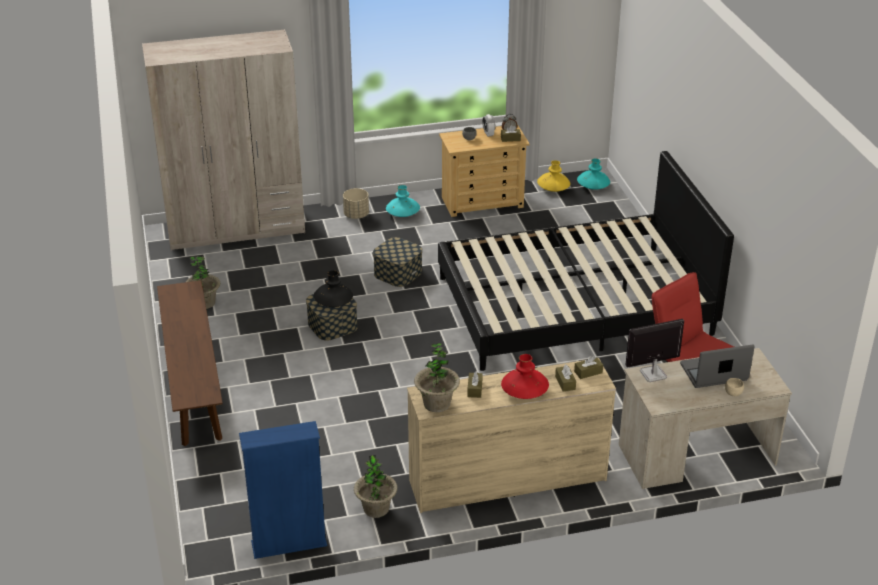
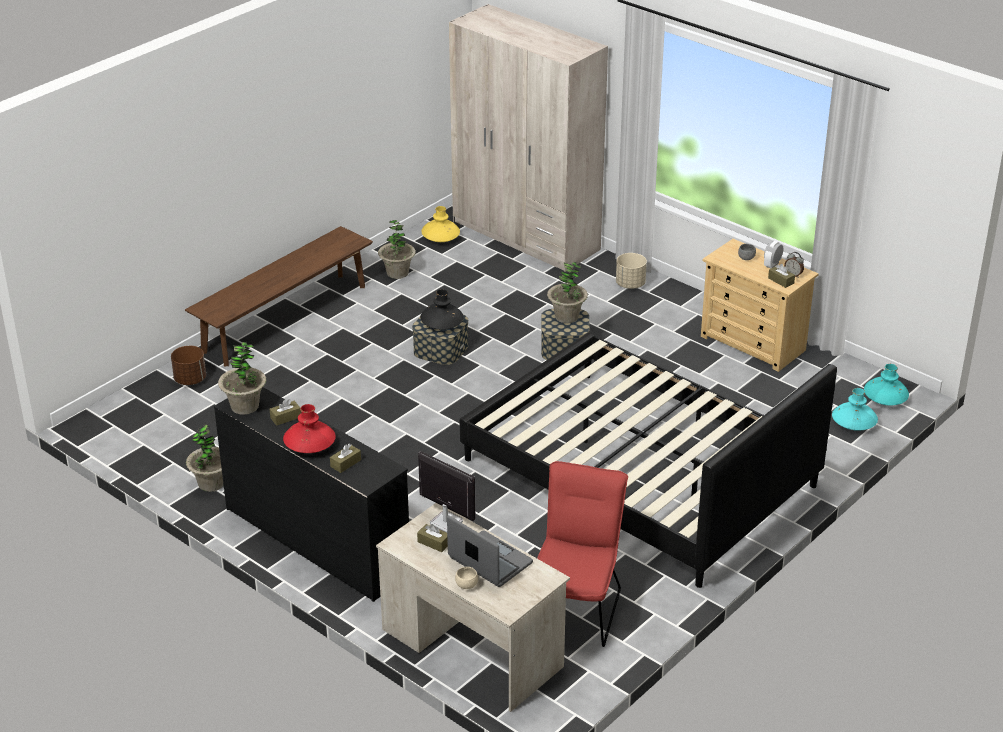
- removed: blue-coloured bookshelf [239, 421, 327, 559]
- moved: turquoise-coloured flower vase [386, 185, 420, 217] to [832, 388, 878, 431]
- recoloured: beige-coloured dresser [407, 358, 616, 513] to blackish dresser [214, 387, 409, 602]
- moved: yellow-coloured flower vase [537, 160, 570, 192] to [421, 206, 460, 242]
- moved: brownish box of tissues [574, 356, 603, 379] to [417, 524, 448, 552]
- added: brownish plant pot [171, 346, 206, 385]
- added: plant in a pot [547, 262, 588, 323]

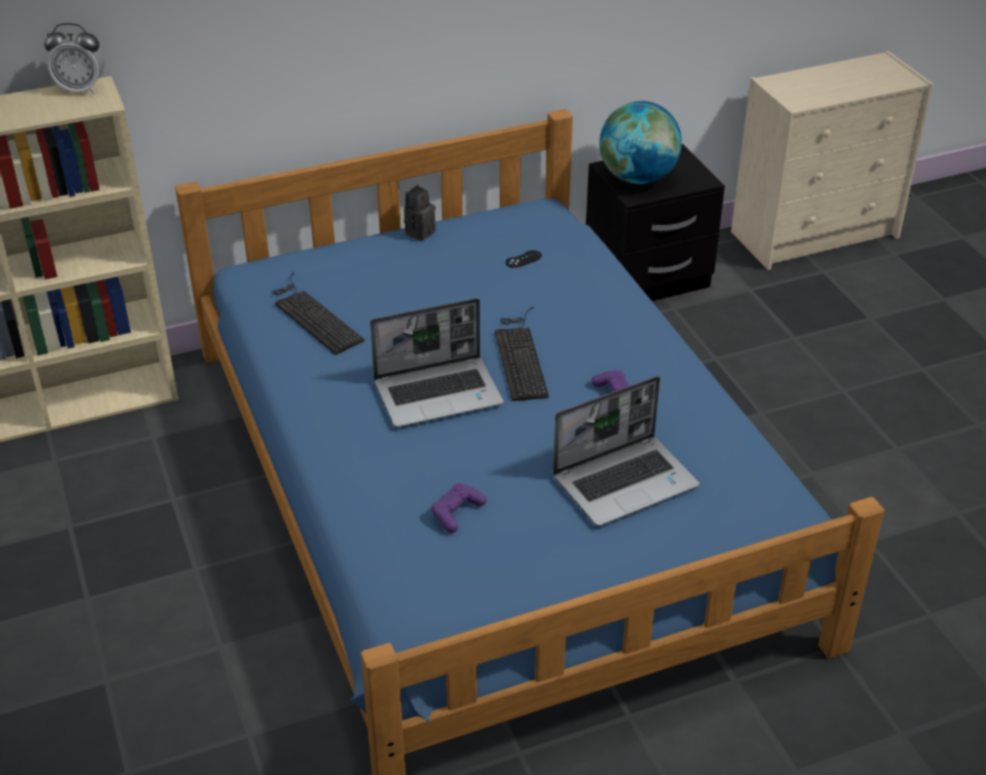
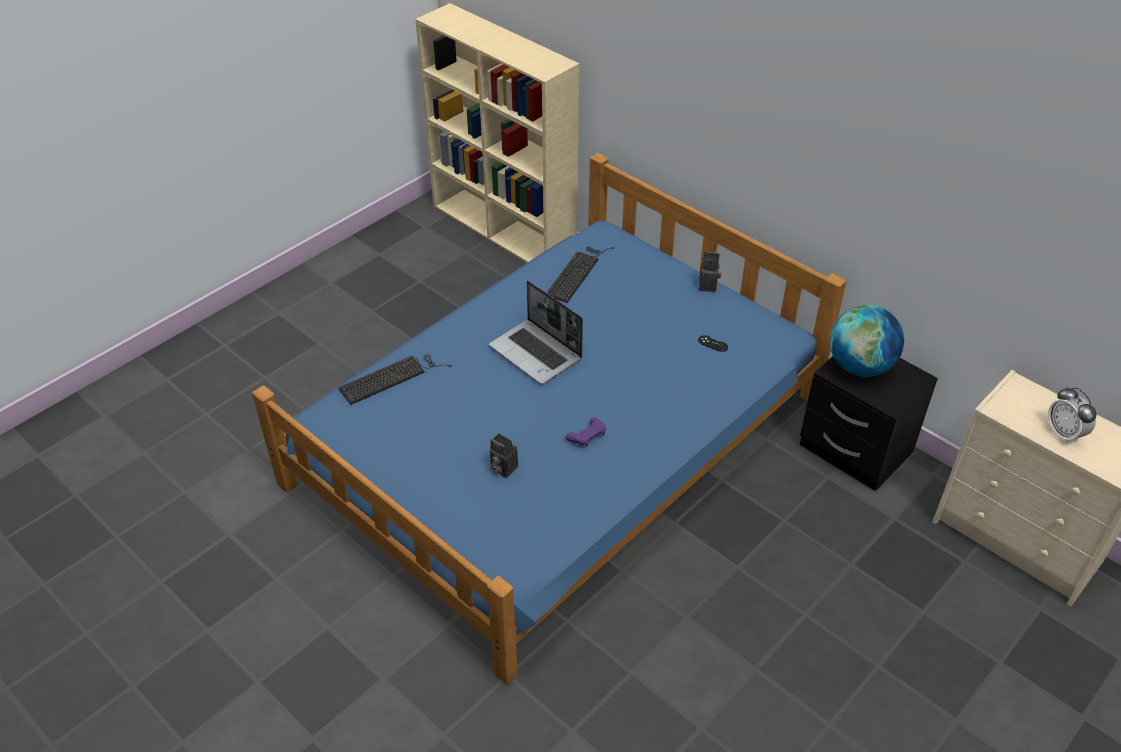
- moved: alarm clock [44, 23, 104, 94] to [1048, 387, 1097, 444]
- removed: purple joypad [431, 483, 486, 533]
- moved: computer keyboard [495, 306, 549, 401] to [338, 355, 452, 405]
- replaced: portable computer [553, 376, 699, 526] to photo camera [490, 433, 518, 478]

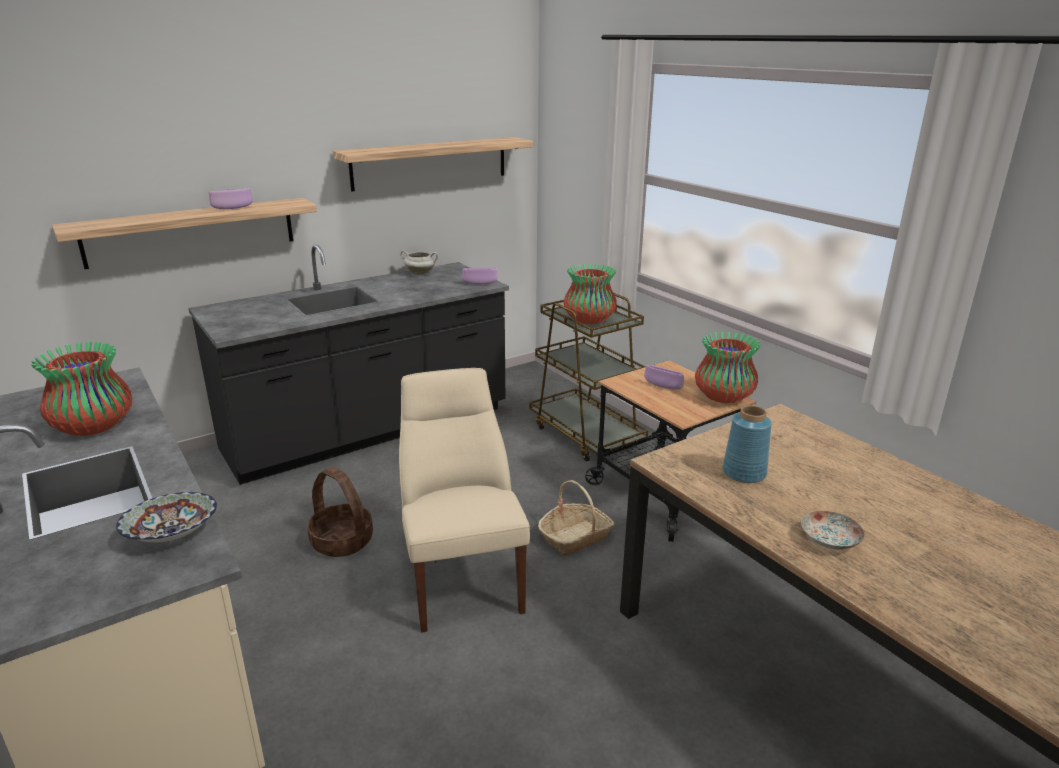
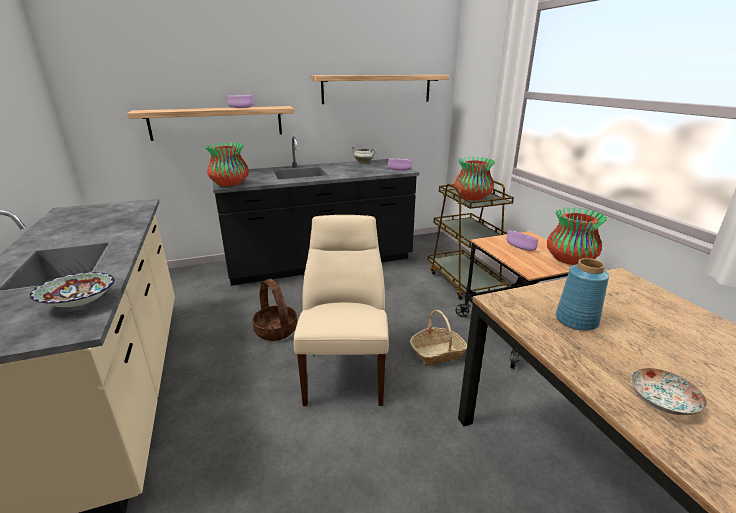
- moved: flower vase [31, 342, 132, 436] to [205, 142, 249, 186]

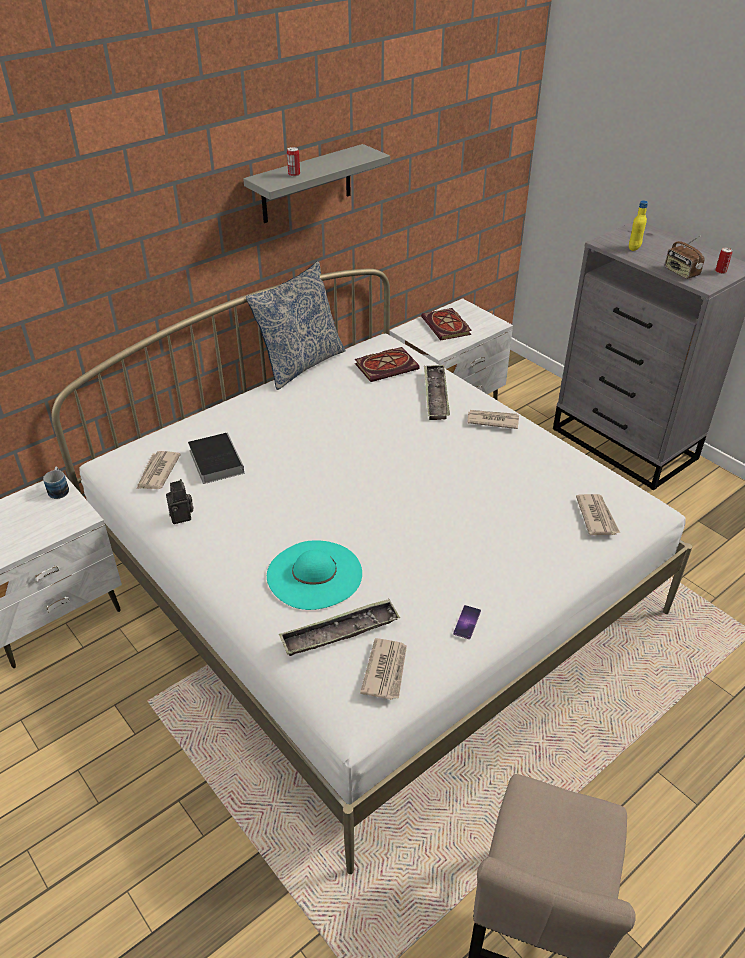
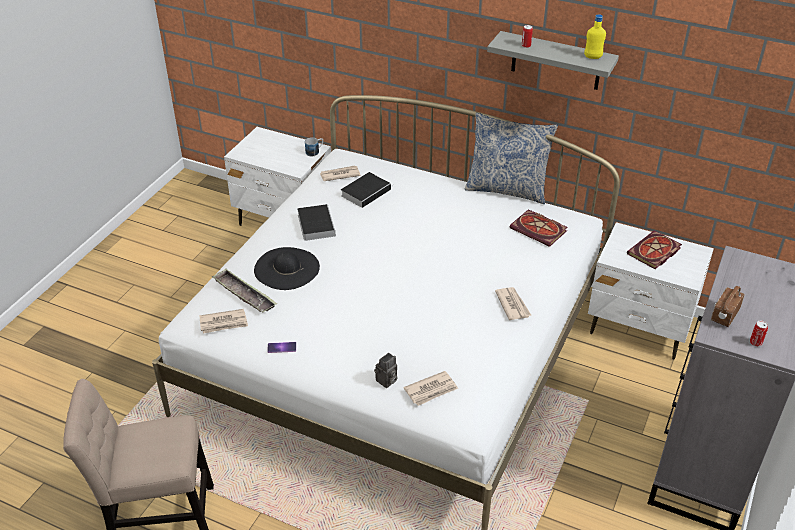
- moved: photo camera [166, 479, 194, 524] to [374, 353, 397, 388]
- recoloured: turquoise-coloured clothing hat [267, 540, 362, 610] to blackish clothing hat [254, 247, 320, 290]
- removed: tray [424, 365, 450, 420]
- moved: yellow-coloured beverage bottle [629, 200, 648, 251] to [584, 14, 606, 59]
- added: volume [297, 204, 335, 241]

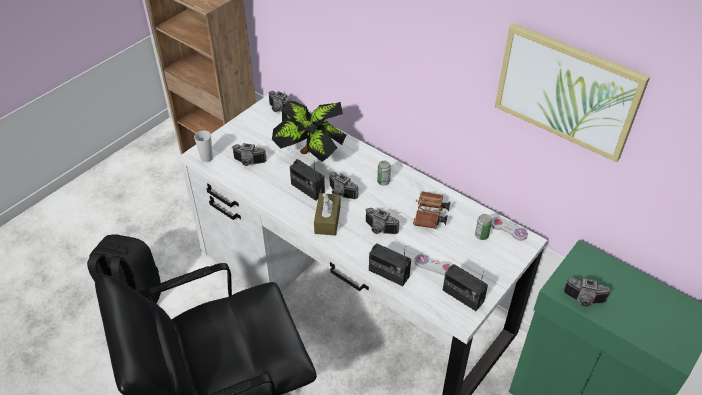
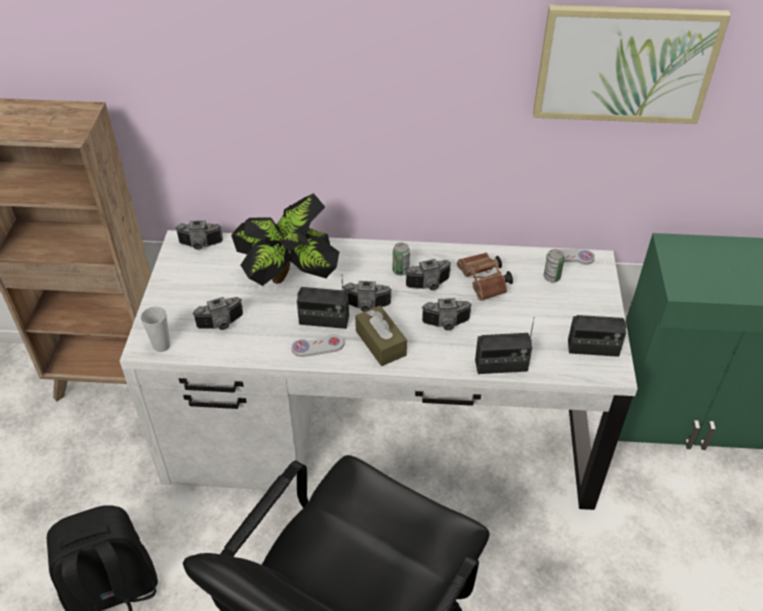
- moved: white joypad [414, 254, 453, 275] to [291, 334, 344, 357]
- moved: photo camera [564, 278, 611, 307] to [406, 259, 451, 290]

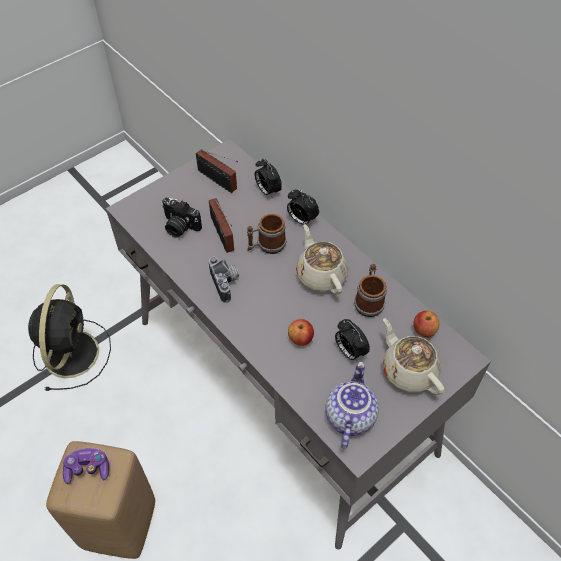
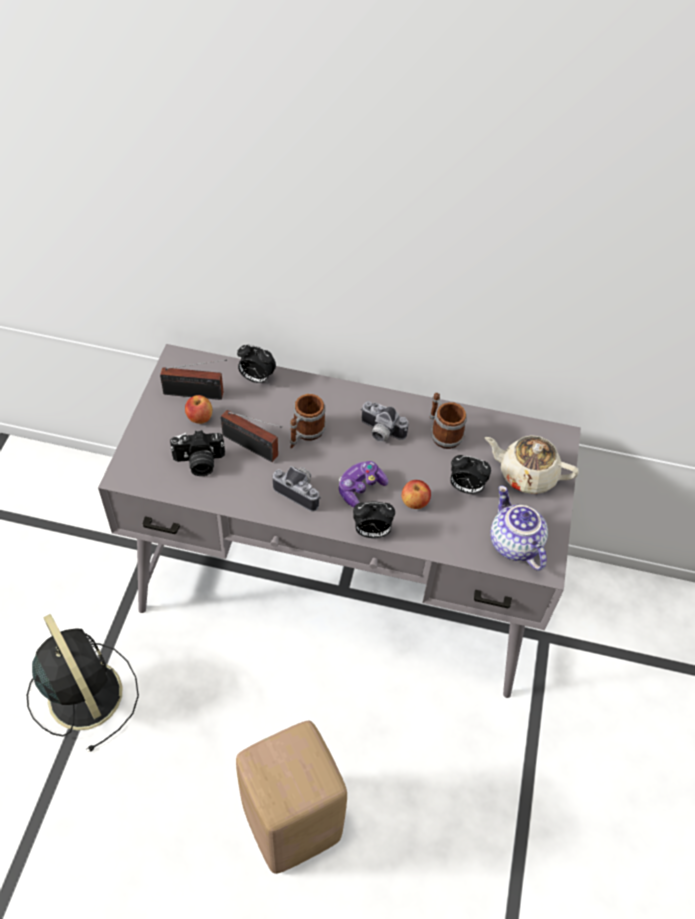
- moved: joypad [63, 448, 109, 484] to [339, 461, 388, 507]
- moved: alarm clock [287, 189, 319, 226] to [353, 502, 395, 538]
- replaced: beige-coloured tea pot [296, 224, 349, 294] to photo camera [361, 401, 409, 442]
- moved: apple fruit [414, 311, 439, 338] to [185, 395, 212, 424]

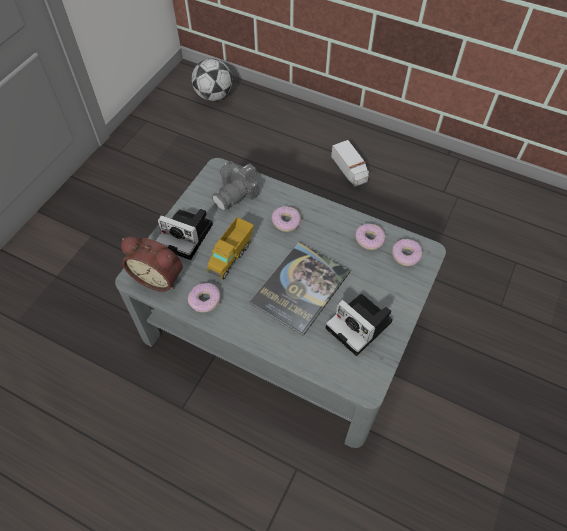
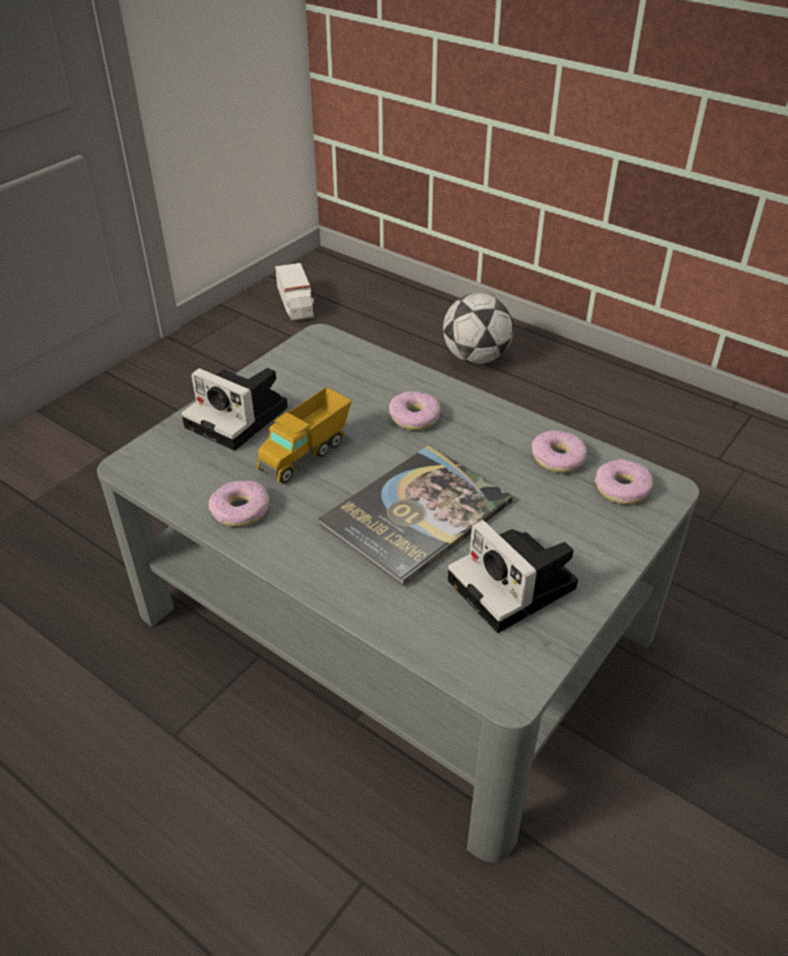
- removed: alarm clock [121, 236, 183, 292]
- moved: football [192, 58, 232, 101] to [443, 293, 514, 364]
- removed: photo camera [212, 161, 260, 211]
- moved: model truck [331, 140, 369, 187] to [275, 263, 314, 320]

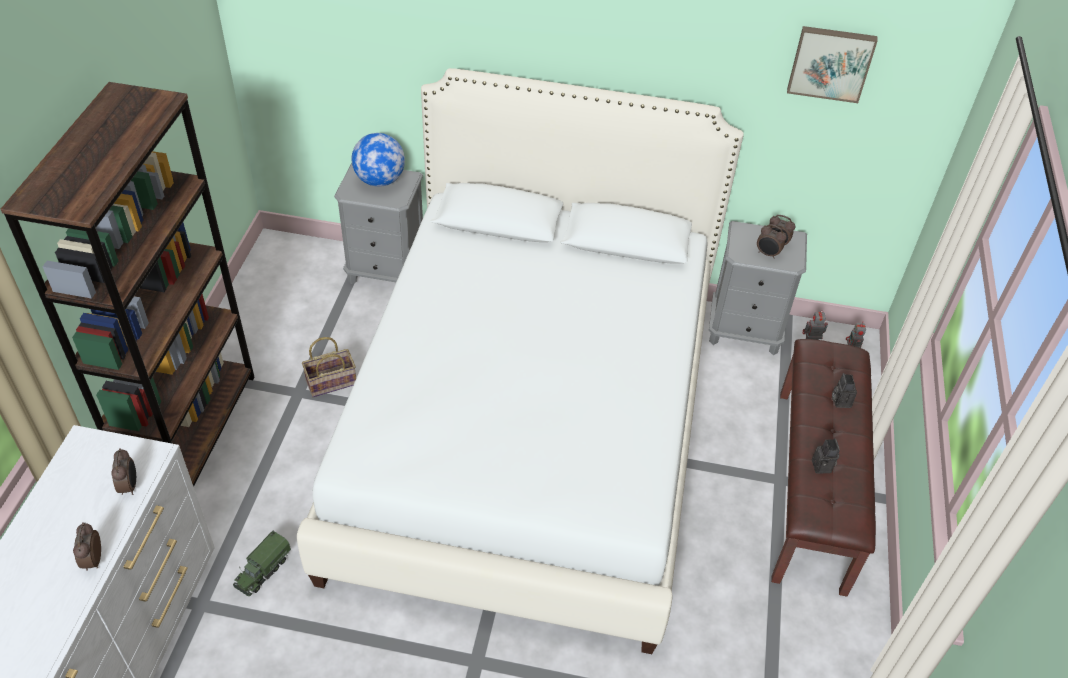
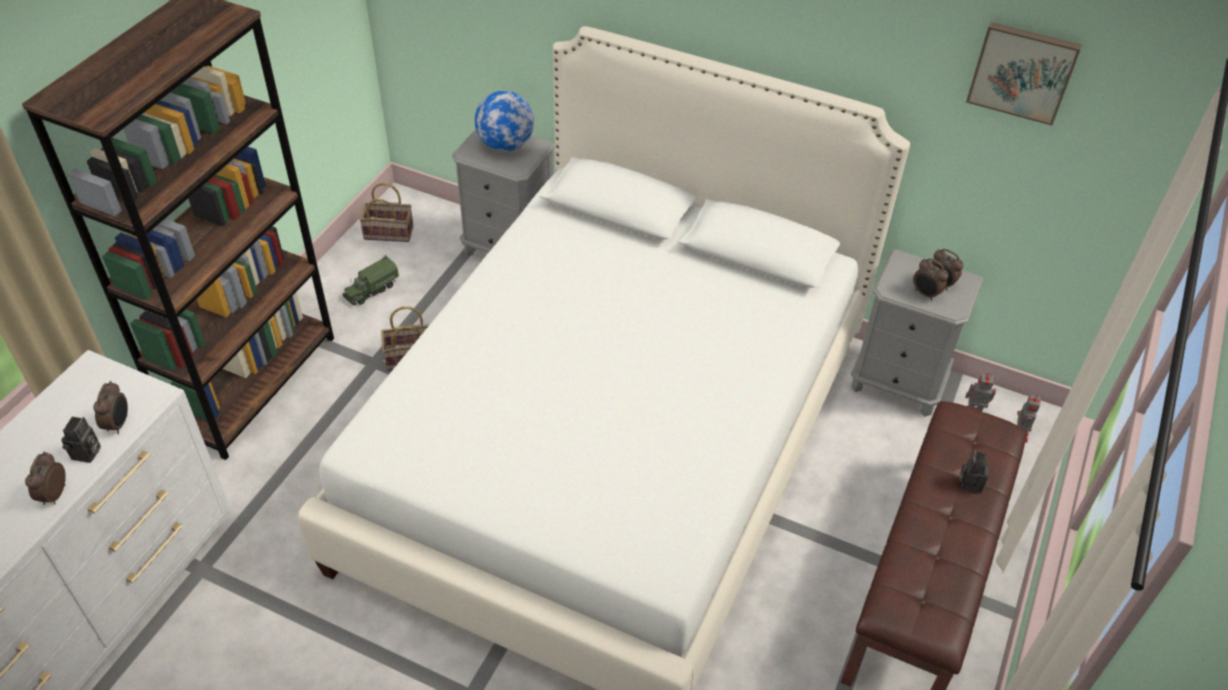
- moved: model truck [233, 531, 291, 596] to [342, 255, 399, 305]
- moved: photo camera [812, 438, 840, 474] to [61, 417, 101, 463]
- added: basket [359, 183, 413, 242]

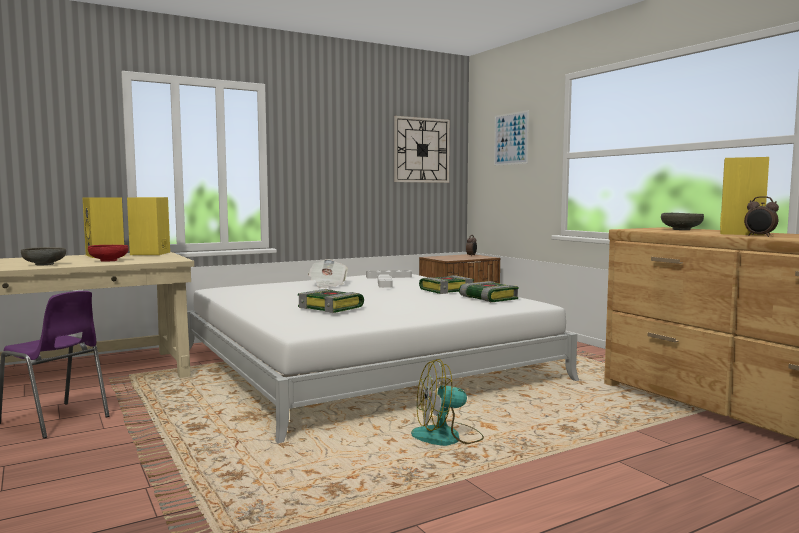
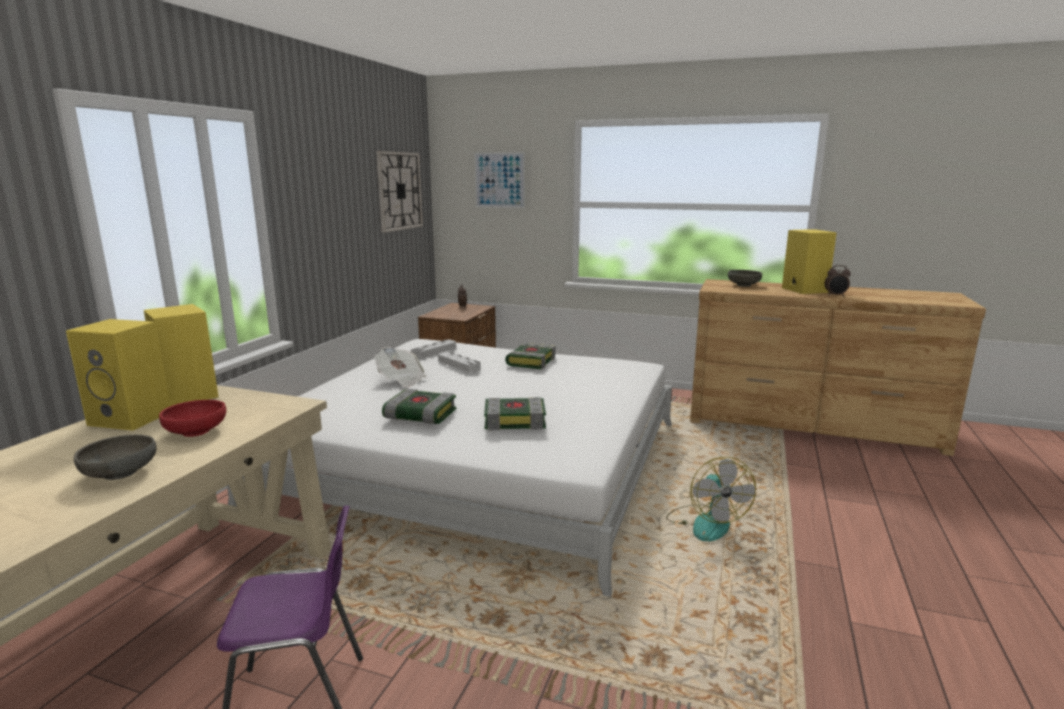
- turned: fan [411, 359, 484, 446] = [666, 457, 756, 541] 45 degrees counterclockwise
- moved: volume [459, 281, 519, 302] to [382, 389, 456, 424]

